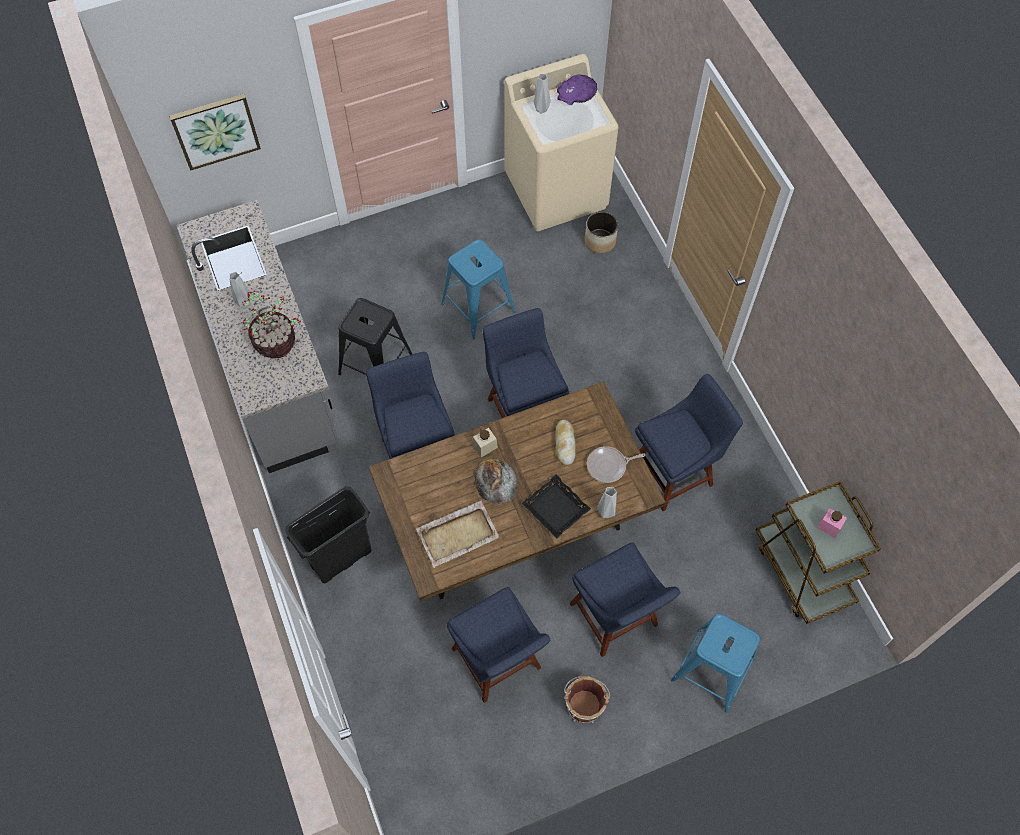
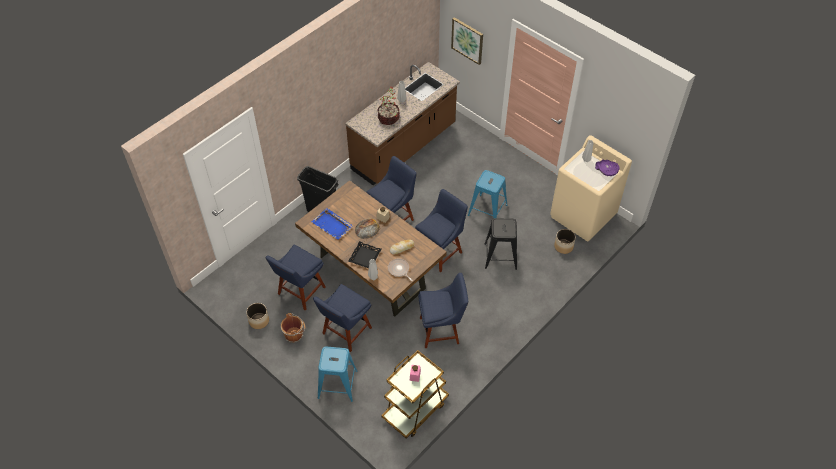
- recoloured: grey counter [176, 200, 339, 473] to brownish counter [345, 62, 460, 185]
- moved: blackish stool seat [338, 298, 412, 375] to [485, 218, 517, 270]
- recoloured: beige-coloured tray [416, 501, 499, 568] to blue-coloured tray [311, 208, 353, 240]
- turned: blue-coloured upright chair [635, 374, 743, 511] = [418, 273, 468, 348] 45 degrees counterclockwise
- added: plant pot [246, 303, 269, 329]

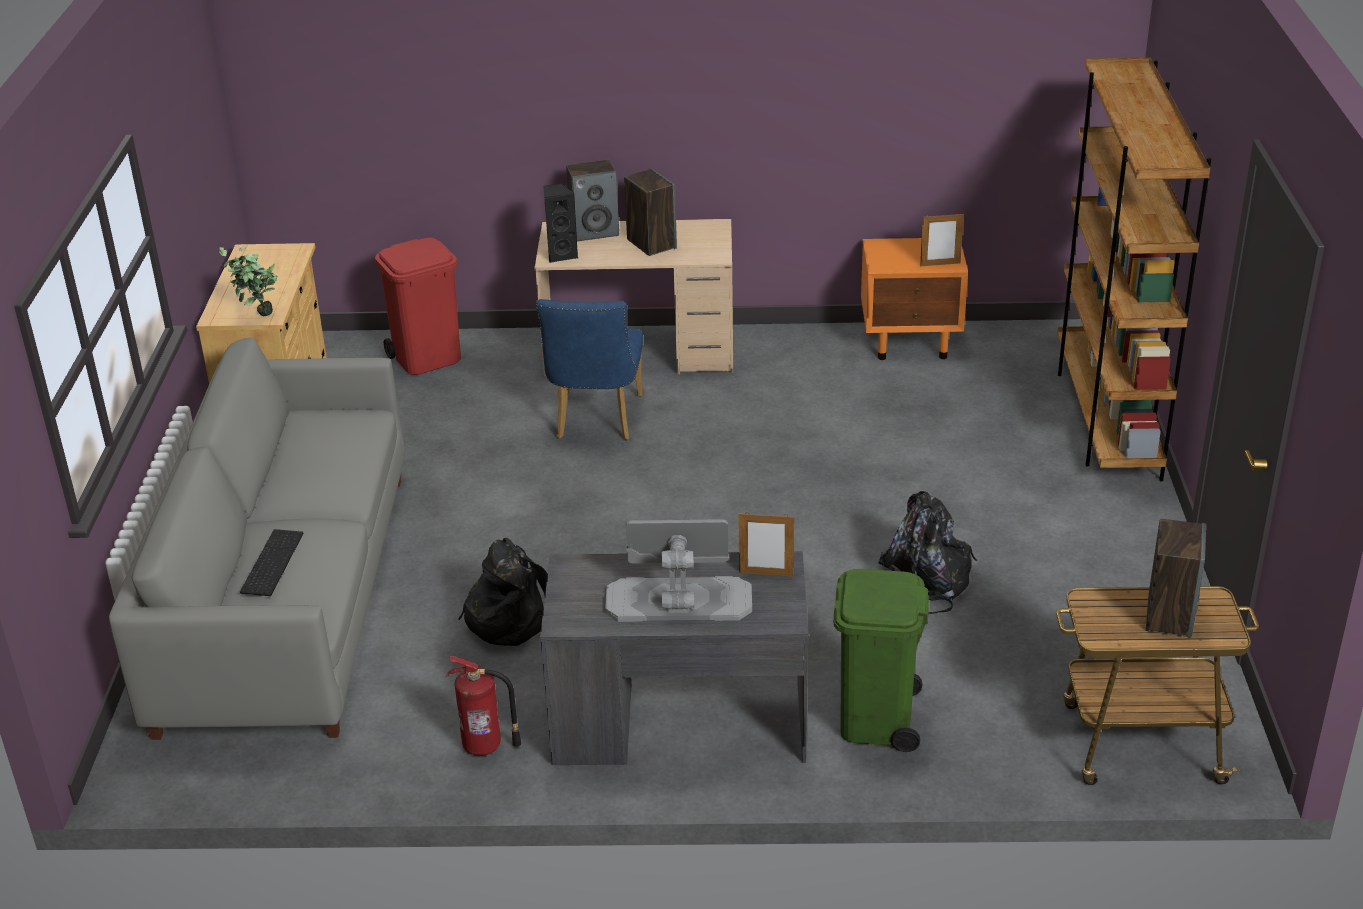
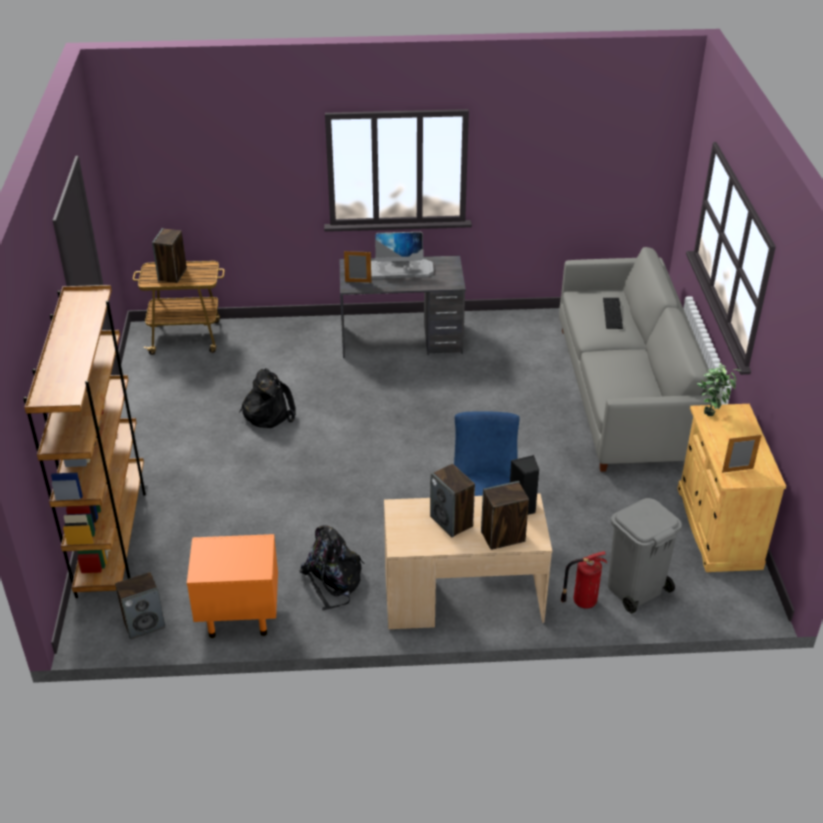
- recoloured: red waste bin [375, 238, 461, 375] to grey waste bin [608, 498, 682, 613]
- moved: fire extinguisher [446, 656, 522, 756] to [561, 551, 607, 609]
- moved: blackish knapsack [458, 538, 548, 646] to [300, 525, 365, 611]
- removed: green-coloured waste bin [833, 569, 929, 752]
- moved: photo frame [920, 213, 964, 266] to [722, 434, 761, 473]
- added: loudspeaker [115, 572, 165, 639]

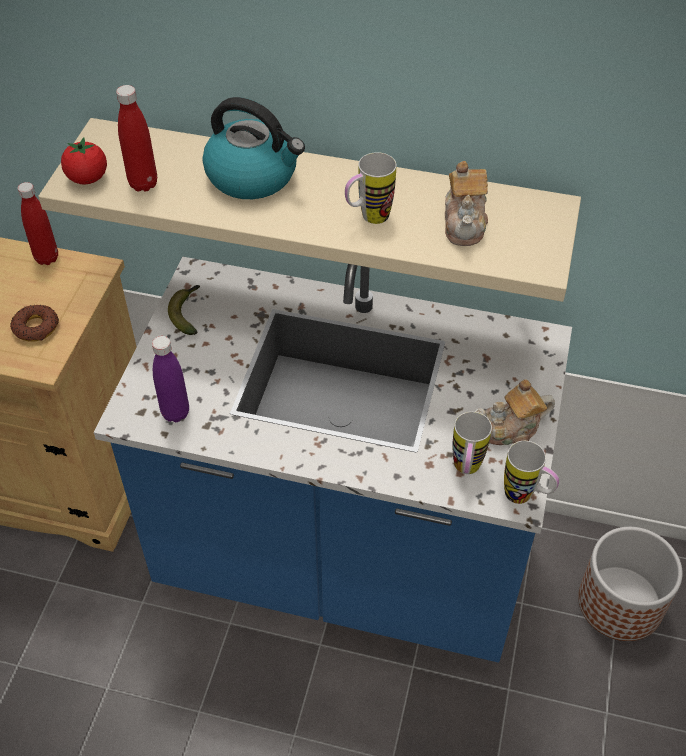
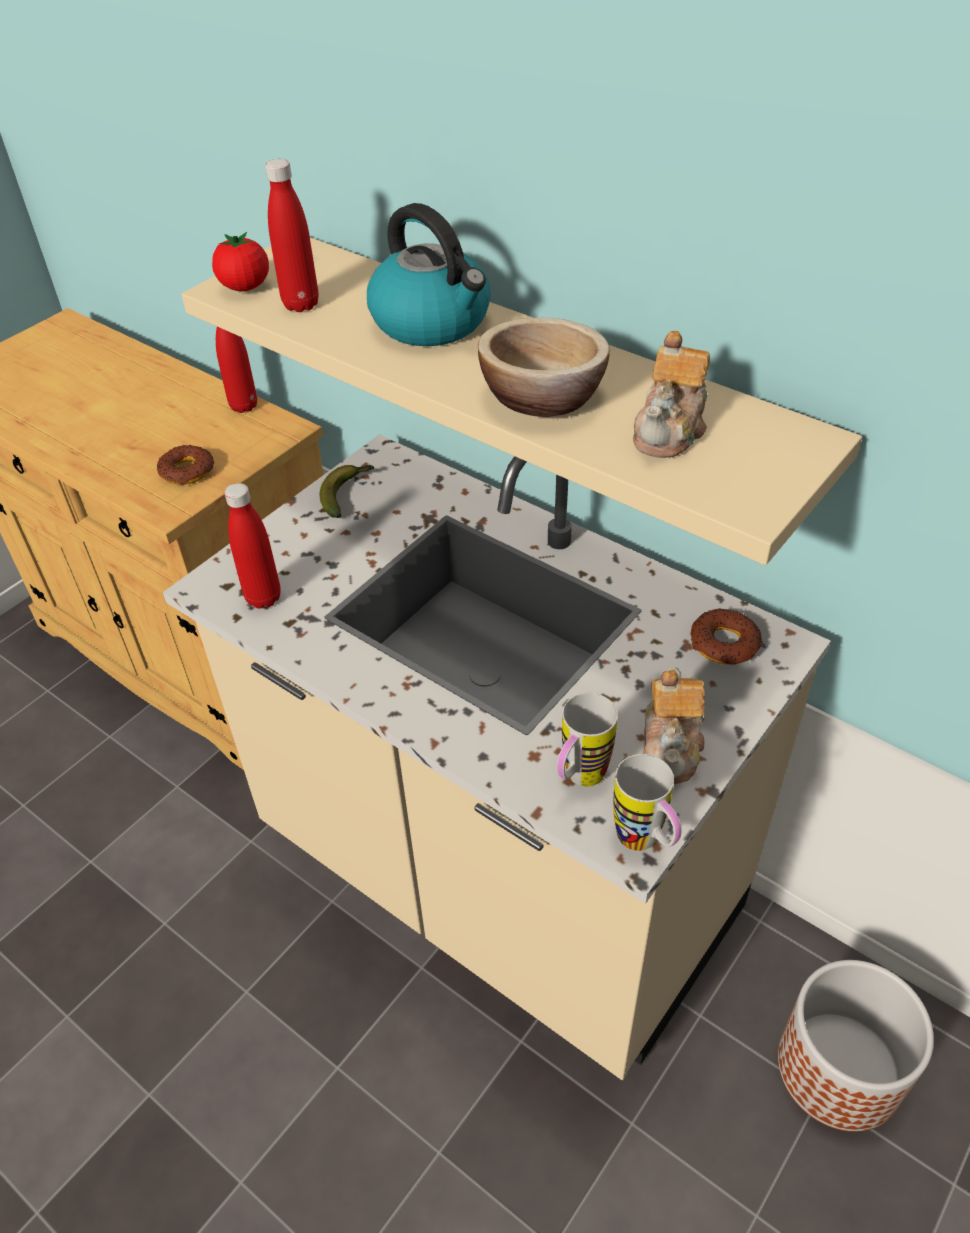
- recoloured: blue-coloured counter [94, 256, 572, 662] to beige-coloured counter [163, 434, 831, 1080]
- recoloured: purple beverage bottle [152, 336, 189, 422] to red beverage bottle [224, 483, 281, 609]
- replaced: mug [345, 152, 396, 224] to bowl [478, 318, 610, 417]
- turned: tea pot [475, 379, 555, 445] = [643, 667, 705, 784] 90 degrees counterclockwise
- added: ring doughnut [690, 608, 762, 665]

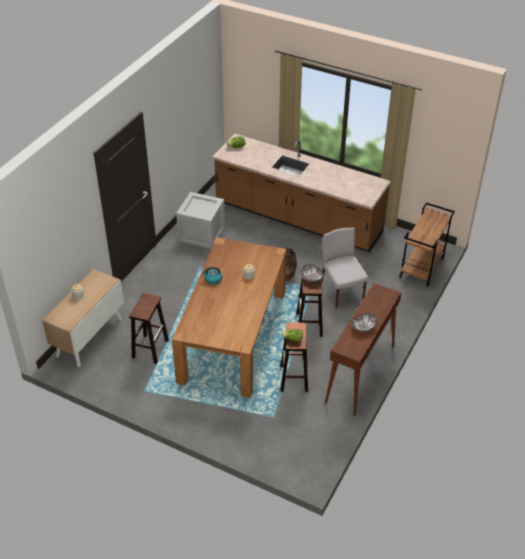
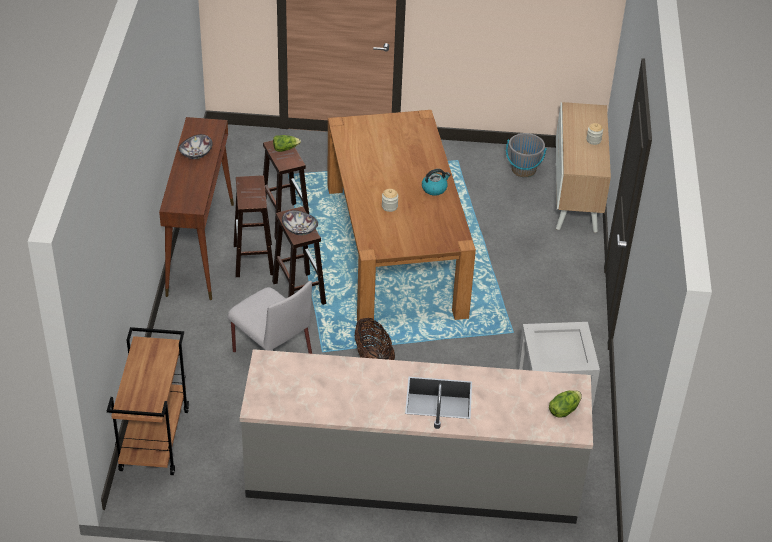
- moved: brownish stool seat [129, 293, 169, 364] to [234, 176, 274, 277]
- recoloured: brownish counter [212, 134, 391, 252] to grey counter [240, 349, 593, 524]
- added: grey water bucket [506, 133, 547, 177]

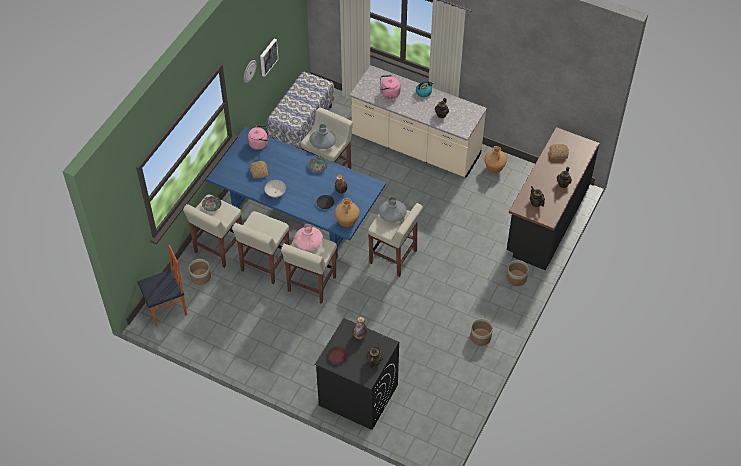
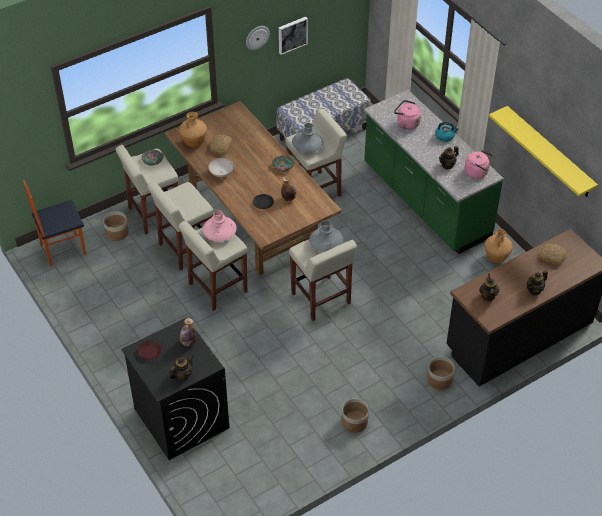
- turned: upright chair [137, 245, 187, 326] = [23, 180, 86, 267] 150 degrees clockwise
- recoloured: blue-coloured kitchen table [206, 127, 386, 259] to brownish kitchen table [165, 101, 341, 276]
- moved: pink kettle [248, 125, 269, 150] to [465, 150, 494, 179]
- moved: brownish flower vase [335, 198, 360, 227] to [179, 112, 207, 147]
- recoloured: beige-coloured counter [349, 65, 487, 178] to green-coloured counter [364, 90, 504, 254]
- added: yellow-coloured wall shelf [489, 106, 598, 197]

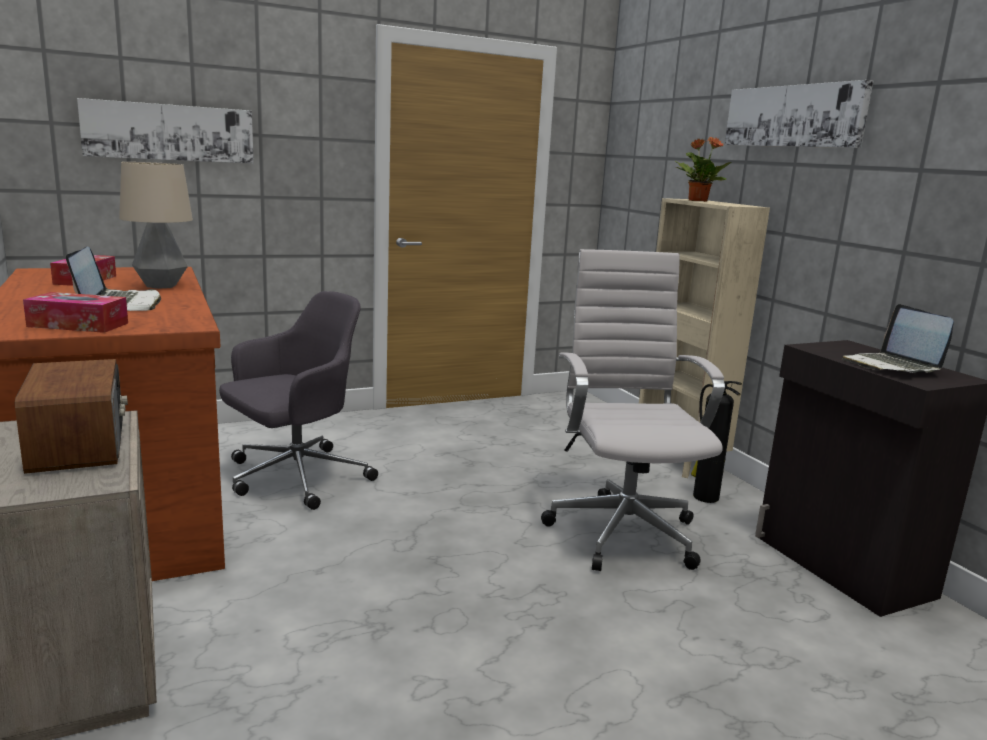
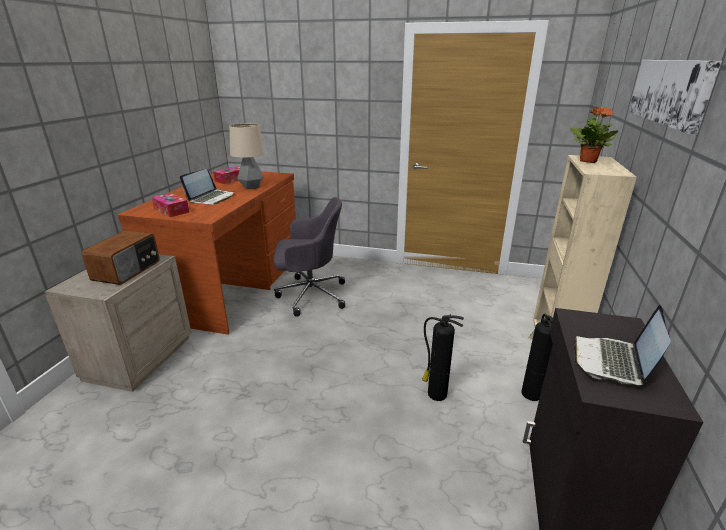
- removed: wall art [77, 98, 254, 164]
- replaced: white computer chair [541, 249, 725, 571] to fire extinguisher [422, 314, 464, 401]

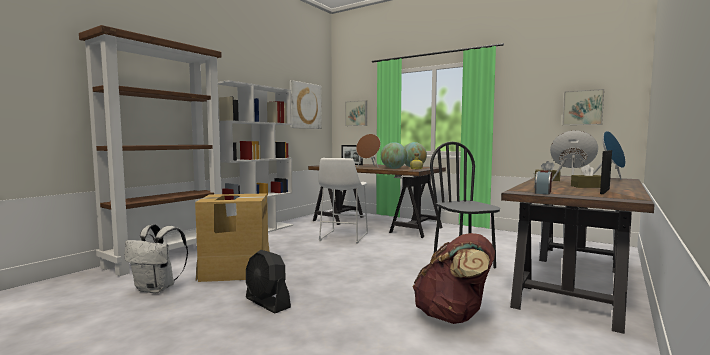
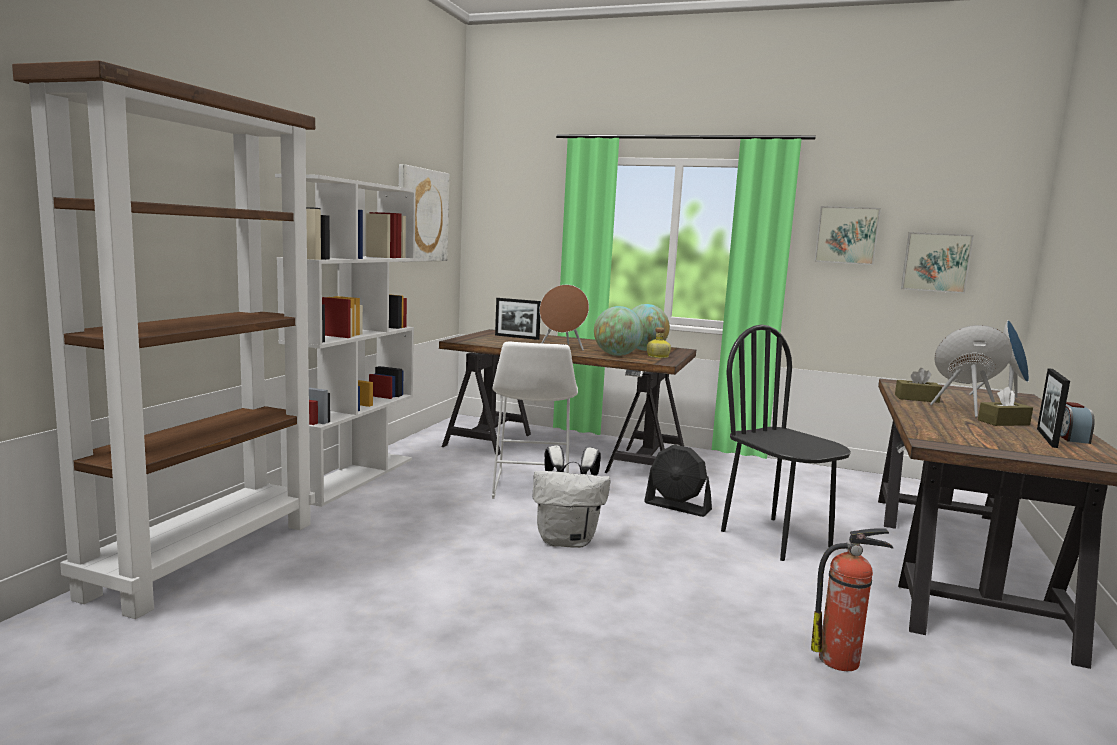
- moved: white knapsack [125, 224, 188, 293] to [533, 446, 611, 548]
- removed: packing box [195, 193, 270, 282]
- moved: blackish fan [246, 250, 291, 314] to [644, 445, 712, 517]
- moved: wall art [345, 100, 367, 126] to [814, 206, 881, 265]
- replaced: brownish knapsack [413, 233, 495, 324] to fire extinguisher [811, 528, 893, 671]
- moved: alarm clock [535, 170, 552, 195] to [1060, 402, 1095, 444]

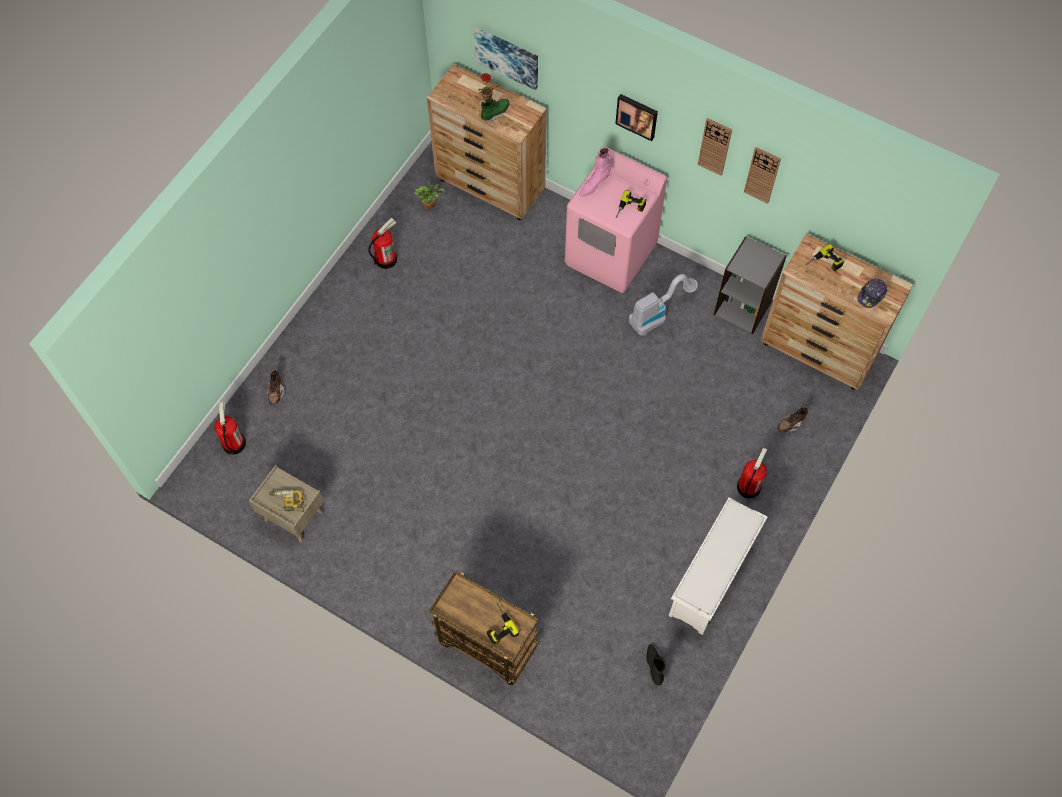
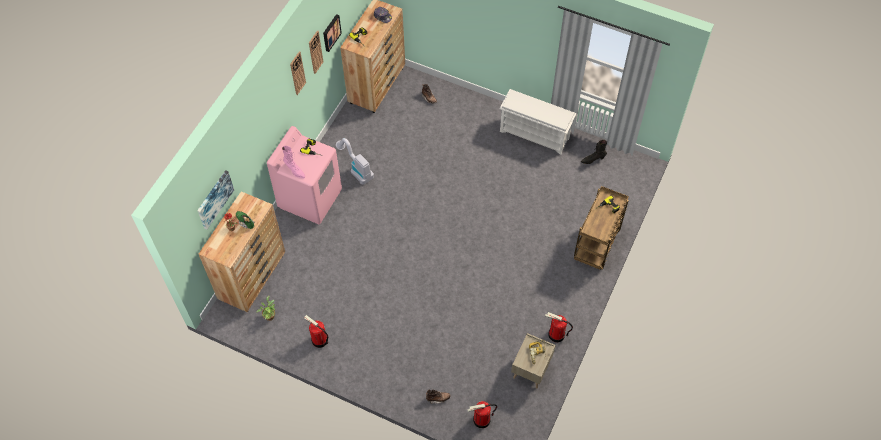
- moved: wall art [615, 94, 658, 141] to [323, 14, 342, 52]
- removed: grey bookshelf [714, 236, 787, 334]
- moved: fire extinguisher [737, 448, 767, 498] to [545, 312, 573, 342]

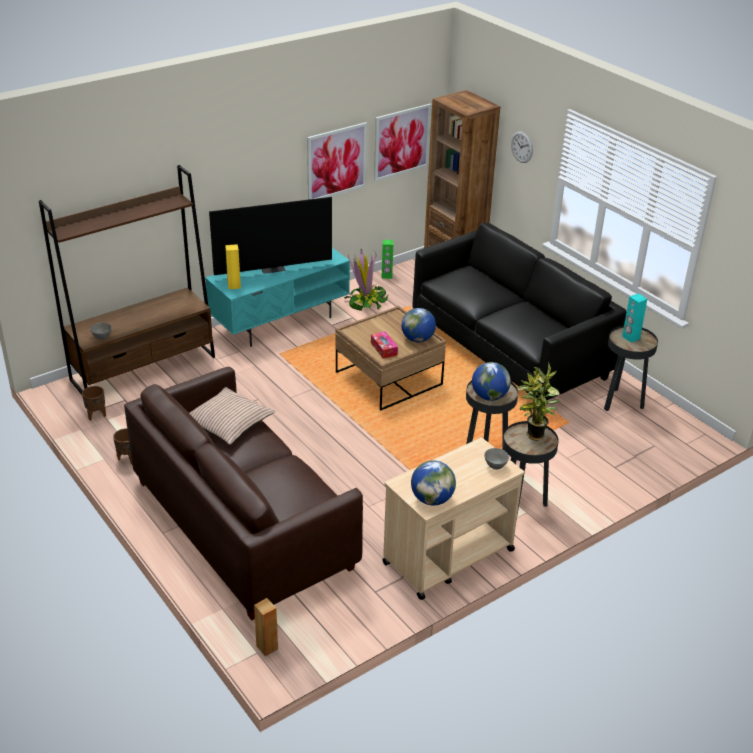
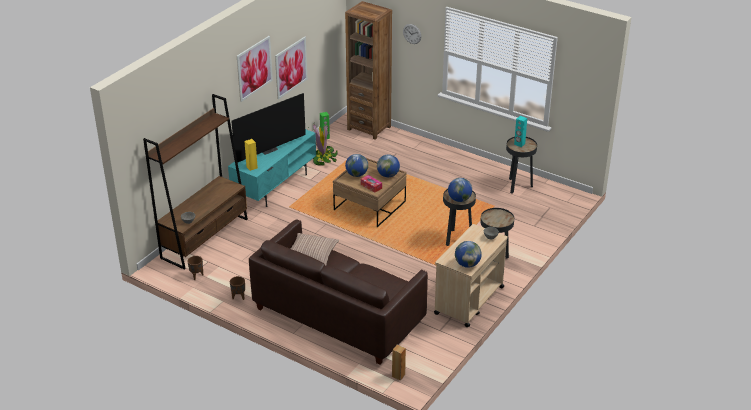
- moved: wall art [374, 104, 431, 182] to [237, 36, 273, 102]
- removed: blackish sofa [413, 223, 626, 401]
- removed: plant in a pot [517, 362, 560, 441]
- added: desk globe [345, 154, 368, 177]

